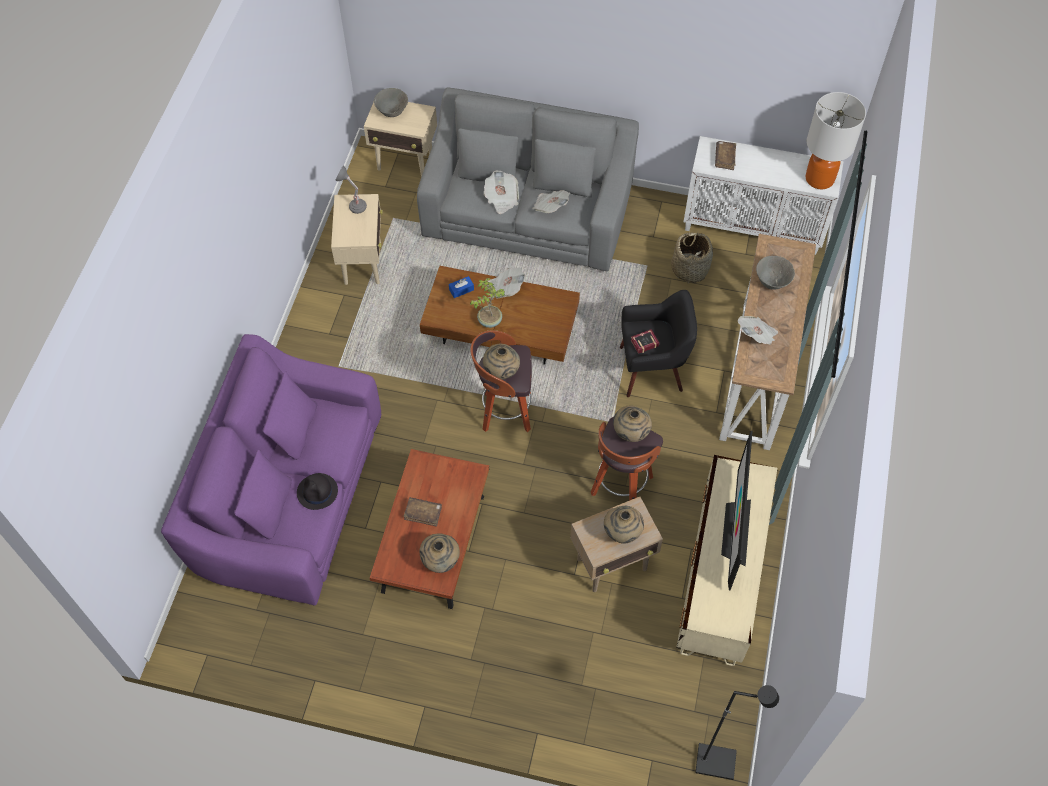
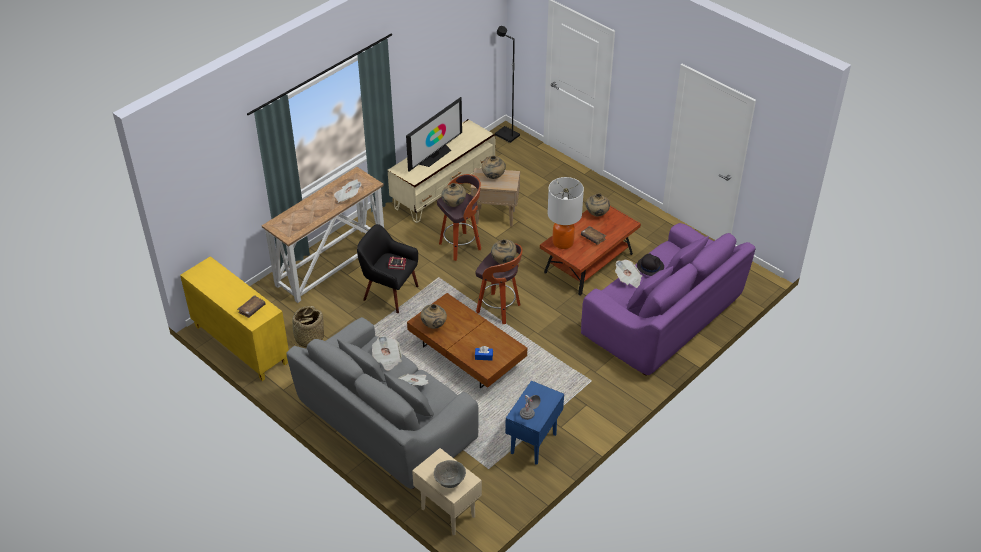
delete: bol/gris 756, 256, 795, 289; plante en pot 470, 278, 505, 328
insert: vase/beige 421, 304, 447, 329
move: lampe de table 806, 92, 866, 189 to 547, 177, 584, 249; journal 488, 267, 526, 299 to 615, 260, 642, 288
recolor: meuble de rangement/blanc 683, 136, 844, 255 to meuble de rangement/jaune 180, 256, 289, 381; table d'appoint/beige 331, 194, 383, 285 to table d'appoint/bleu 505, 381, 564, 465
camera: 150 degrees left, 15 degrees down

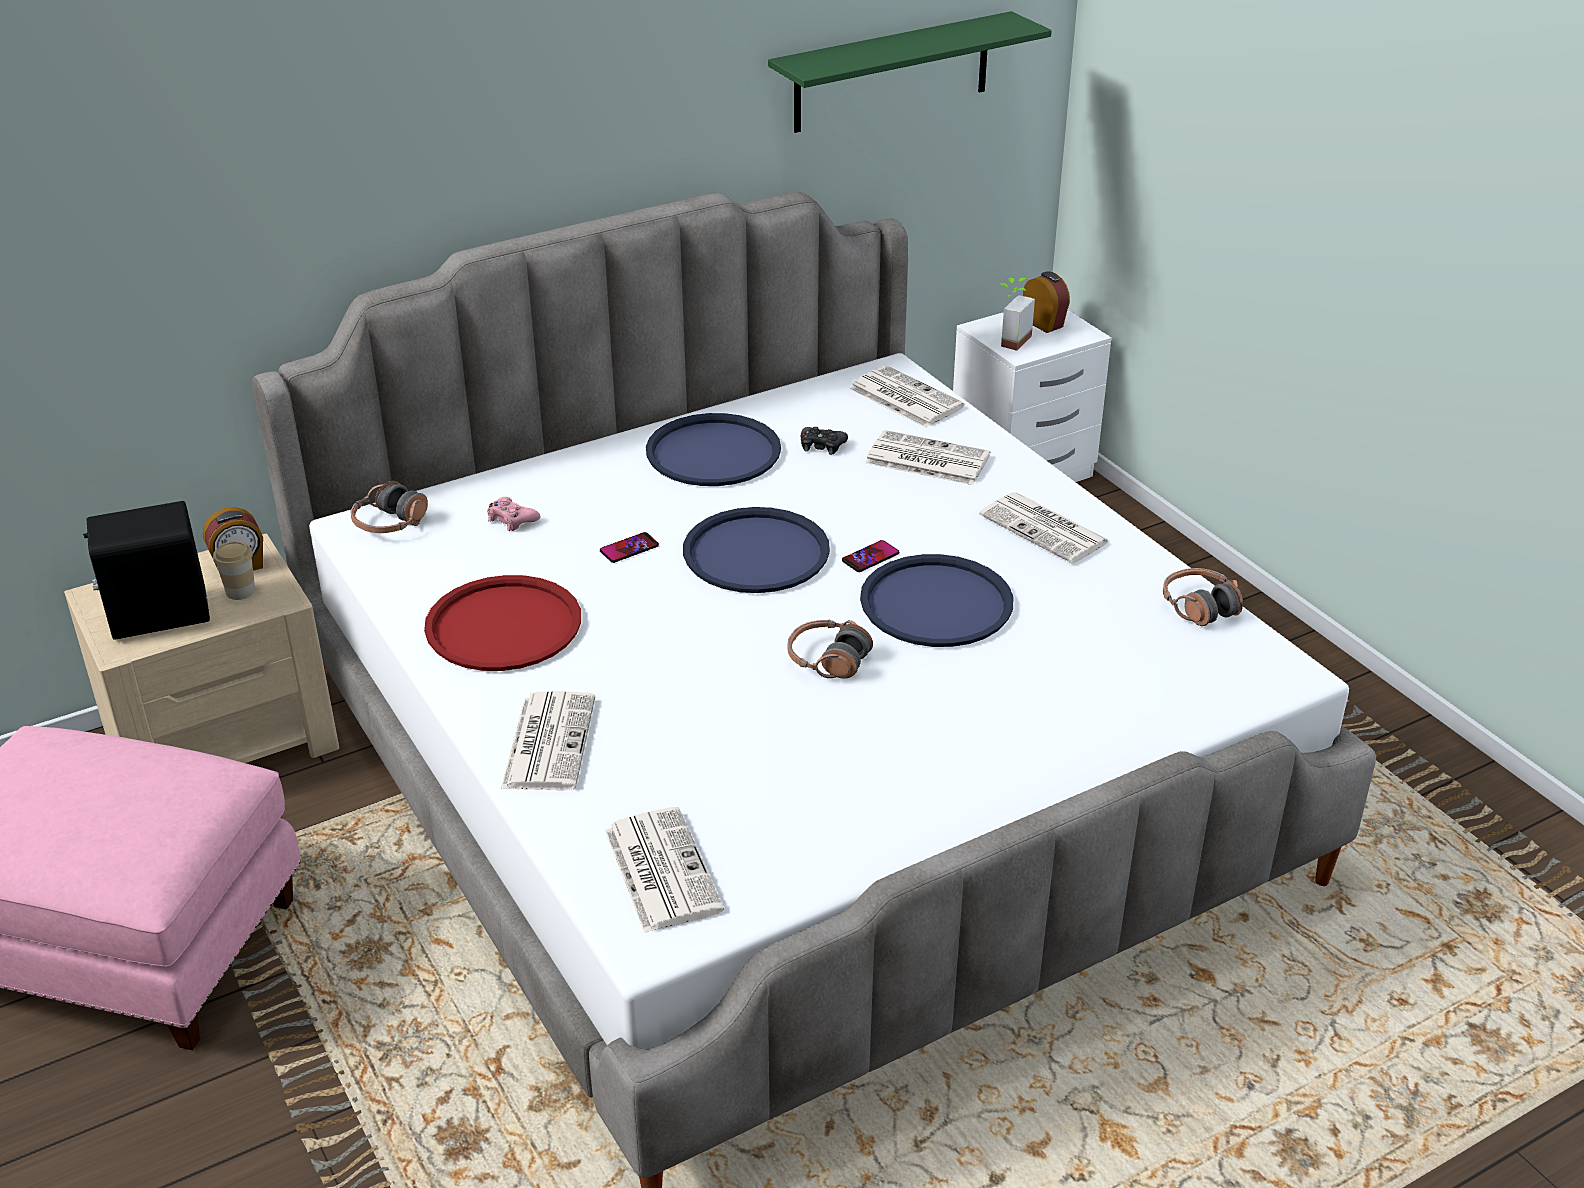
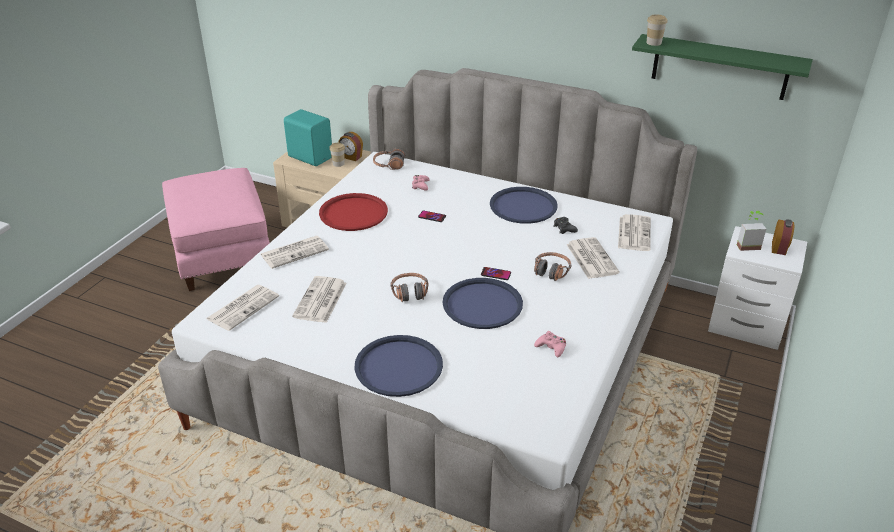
insert: tasse 647, 14, 668, 46; manette/rose 534, 331, 566, 357
move: journal 979, 492, 1111, 564 to 292, 276, 347, 323; plateau/bleu 683, 507, 830, 593 to 354, 335, 443, 397; casque audio 1163, 568, 1243, 626 to 534, 252, 571, 281
recolor: enceinte/noir 83, 501, 210, 639 to enceinte/turquoise 284, 109, 332, 166
camera: 55 degrees right, 0 degrees up

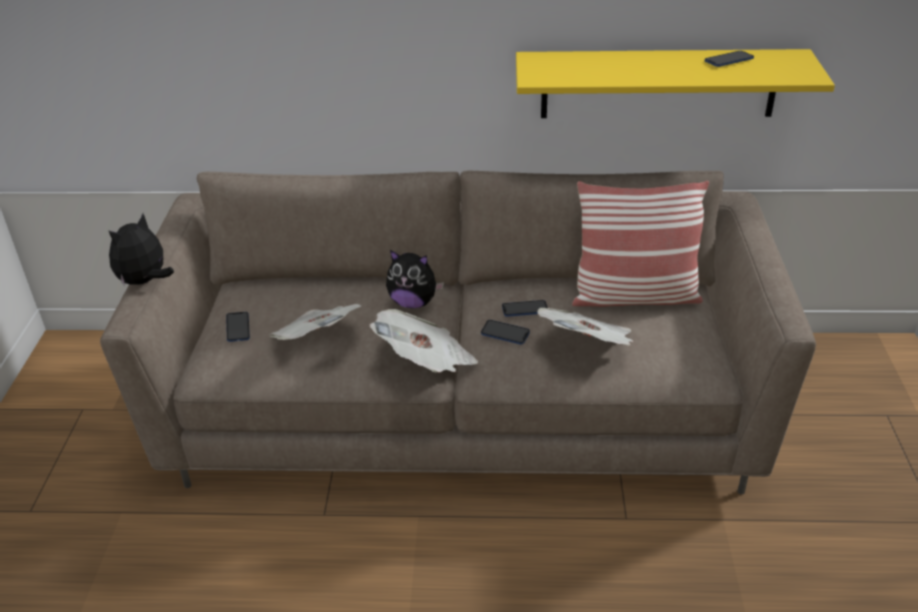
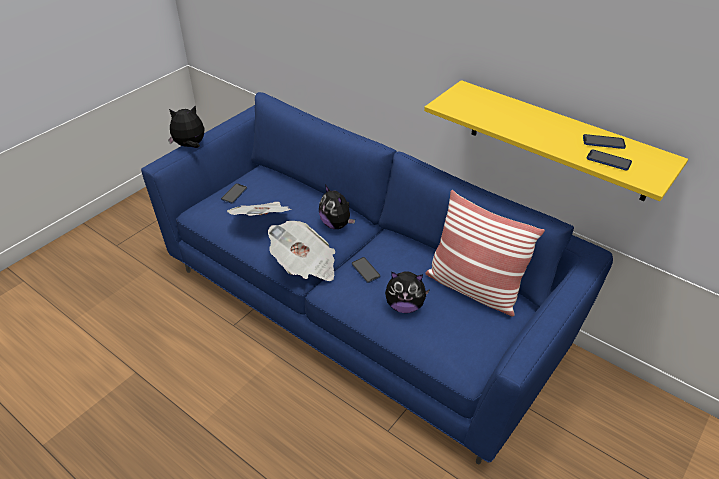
move: téléphone 502, 300, 548, 317 to 587, 150, 632, 171
replace: journal 537, 308, 633, 346 to peluche 385, 271, 430, 313
recolor: canapé/beige 100, 170, 816, 494 to canapé/bleu 141, 92, 613, 464
camera: 35 degrees right, 5 degrees up

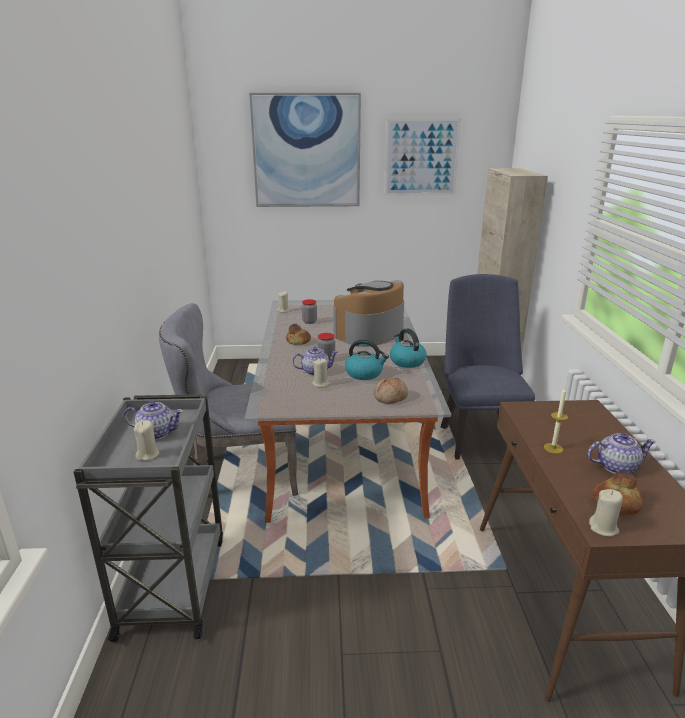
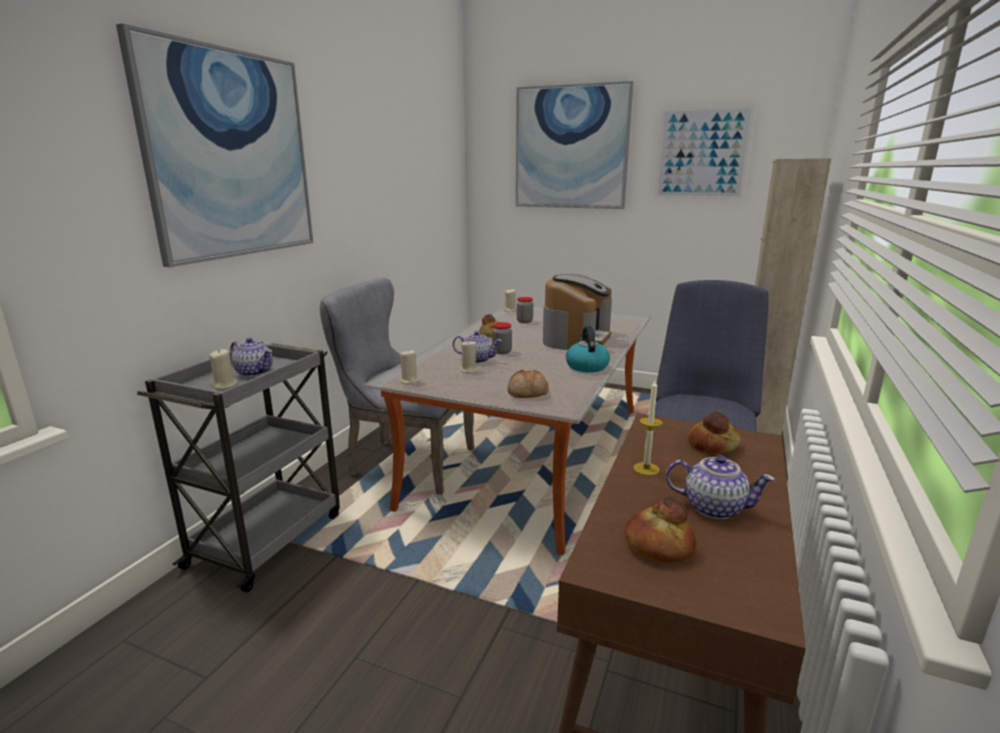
delete: bouilloire 345, 339, 389, 380
insert: tableau 116, 23, 313, 267; pain 688, 411, 741, 454
move: bougie/beige 589, 489, 623, 537 to 400, 350, 421, 384
rotate: machine à café 333, 280, 404, 347 = 543, 274, 612, 350 135 degrees clockwise
camera: 25 degrees right, 5 degrees down

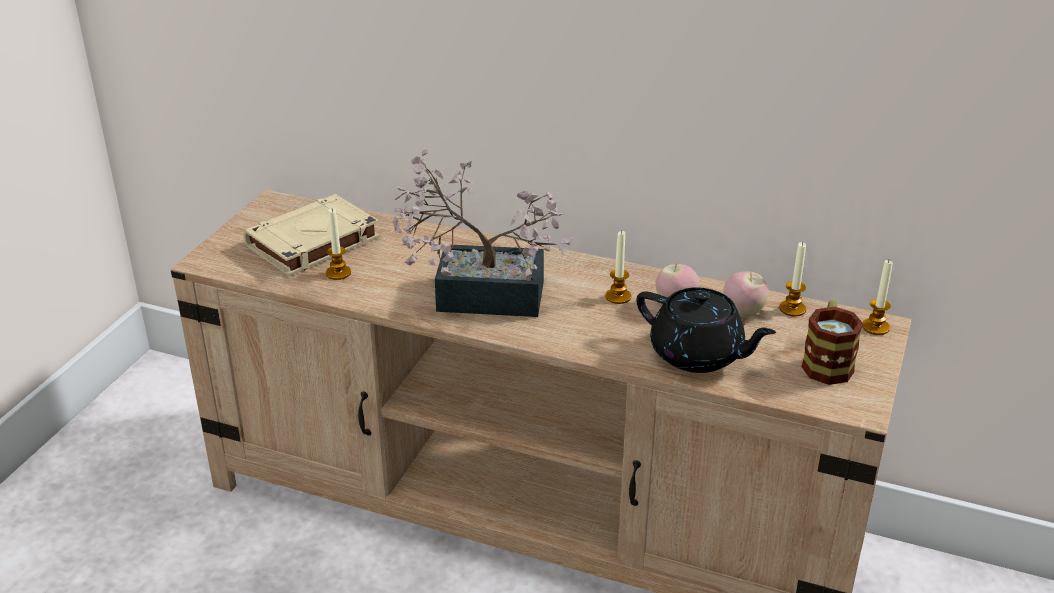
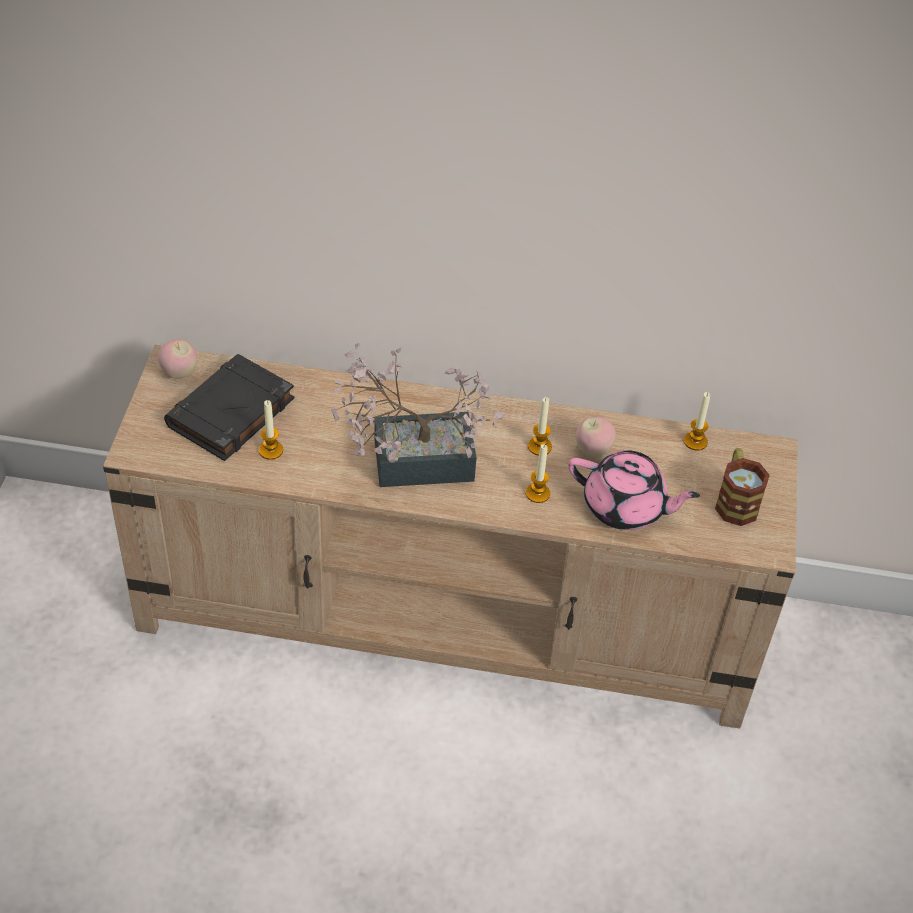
move: bougie 863, 260, 893, 335 to 526, 445, 550, 503; pomme 724, 271, 768, 317 to 158, 339, 197, 379
recolor: livre/beige 243, 194, 380, 276 to livre/noir 164, 354, 294, 461; théière/noir 637, 287, 776, 373 to théière/rose 568, 450, 700, 530
camera: 15 degrees left, 15 degrees up

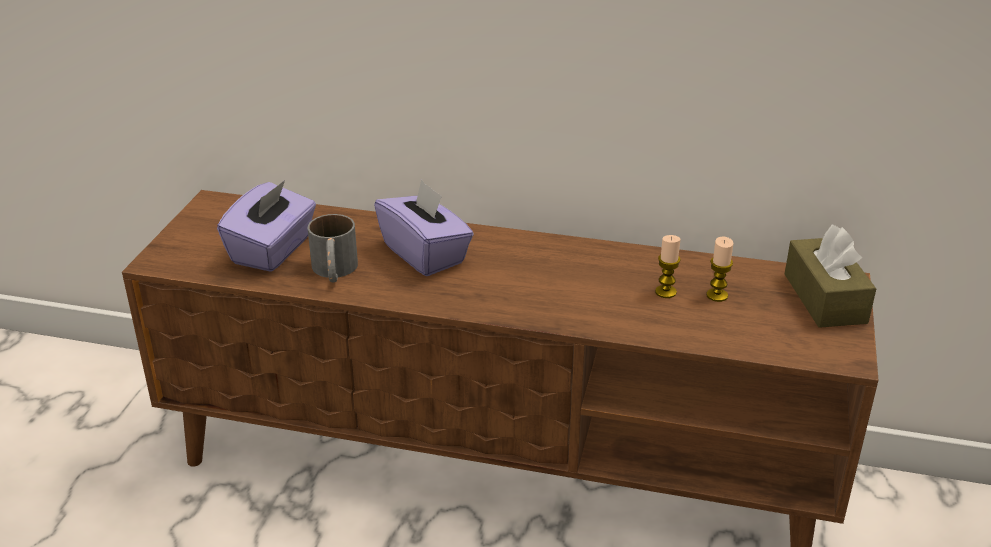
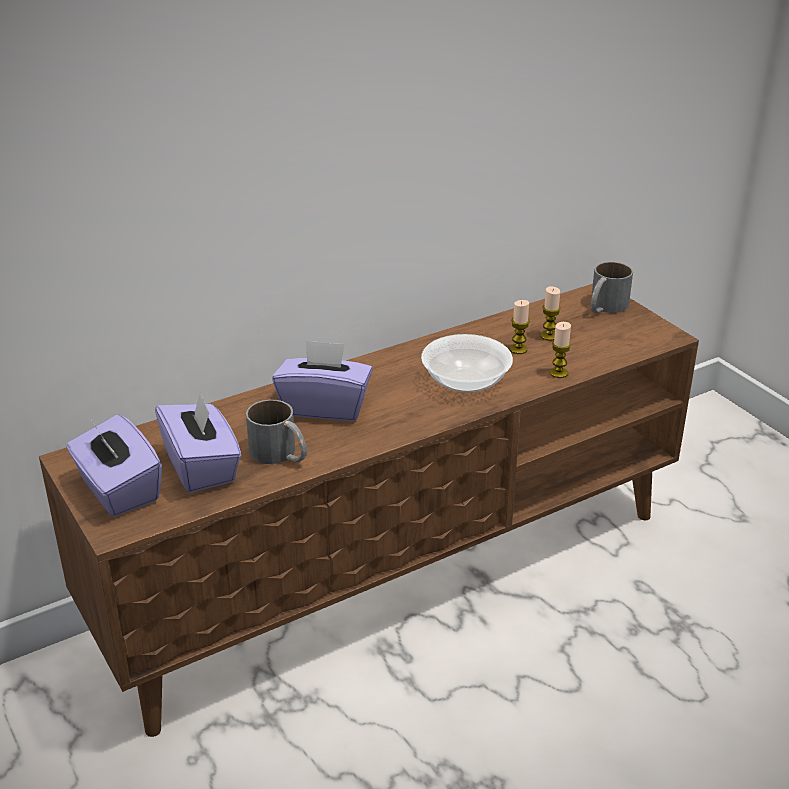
insert: bougie 549, 322, 571, 378; bol 421, 334, 513, 392; boîte à mouchoirs/violet 66, 415, 162, 517
replace: boîte à mouchoirs/marron 785, 225, 876, 328 to mug/gris 590, 262, 633, 313
camera: 45 degrees left, 0 degrees up

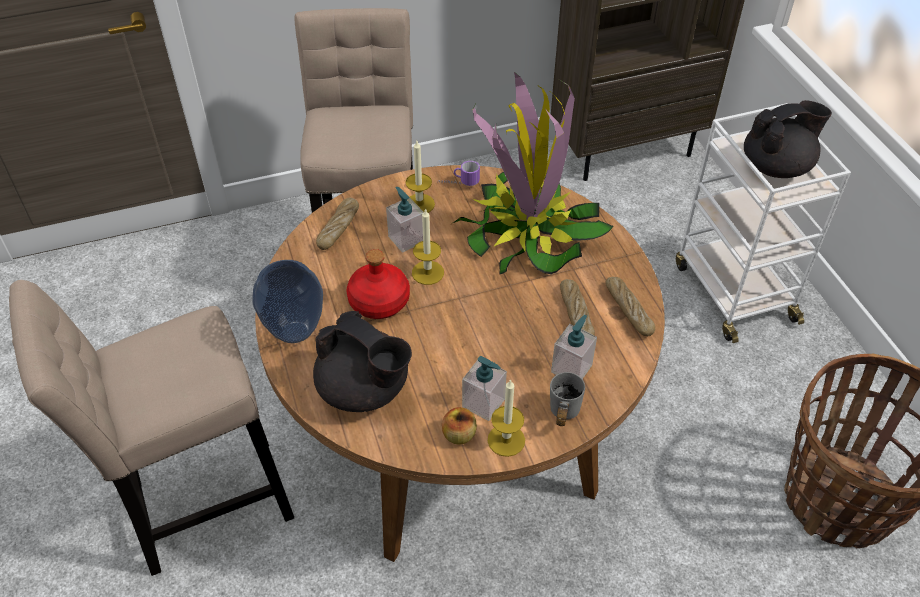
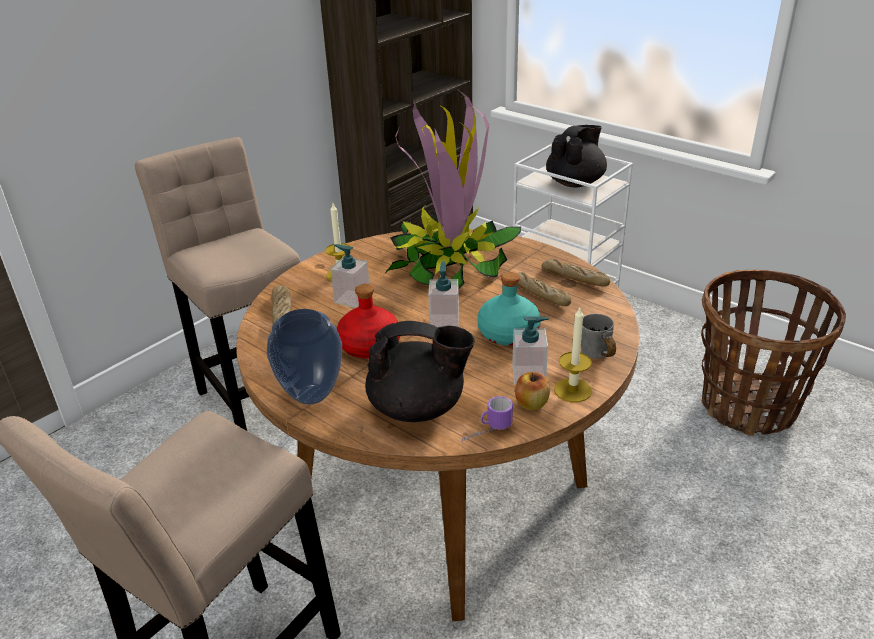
delete: bougie 412, 208, 444, 285
insert: bouteille/turquoise 477, 272, 541, 346
move: mug 438, 161, 480, 186 to 462, 396, 513, 441; distributeur de savon 551, 315, 597, 379 to 428, 261, 459, 327
camera: 30 degrees left, 15 degrees down

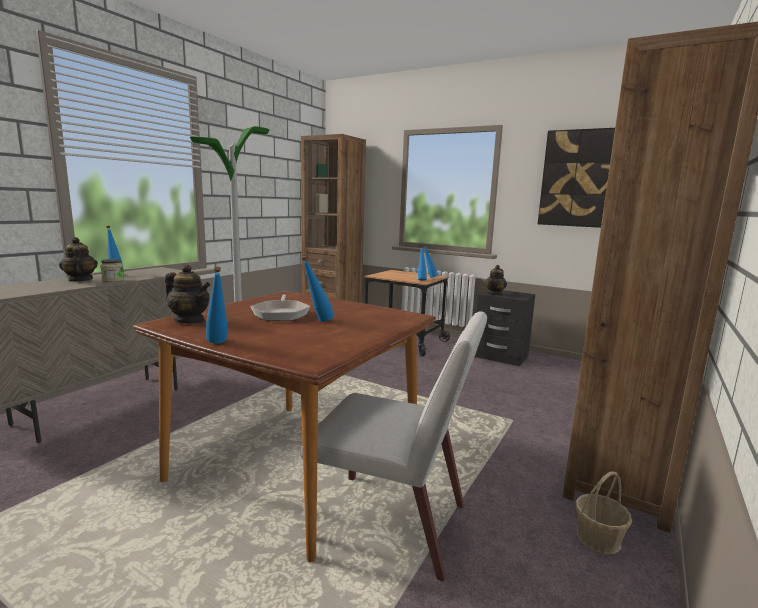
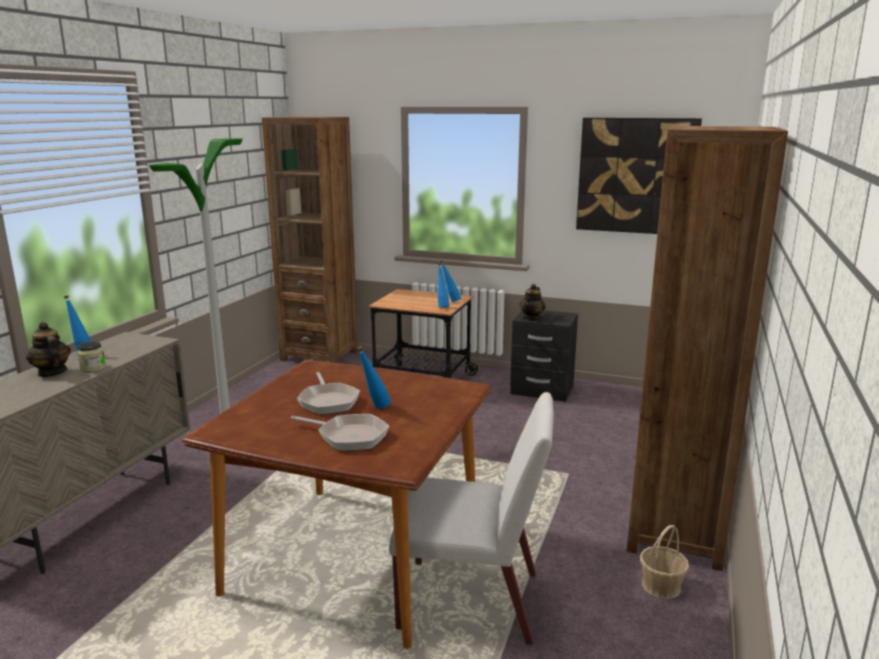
delete: théière 165, 264, 210, 323; bouteille/bleu 206, 267, 227, 344
insert: poêle 291, 414, 390, 451
camera: 10 degrees left, 5 degrees up

